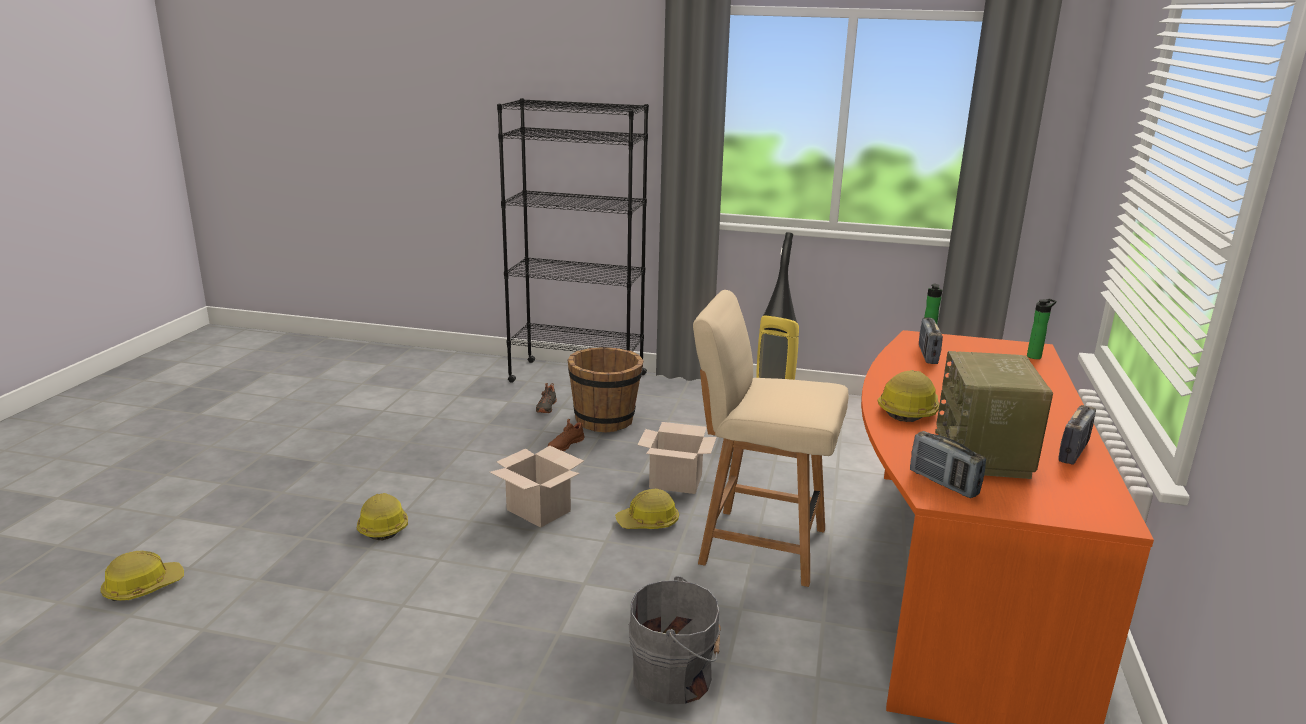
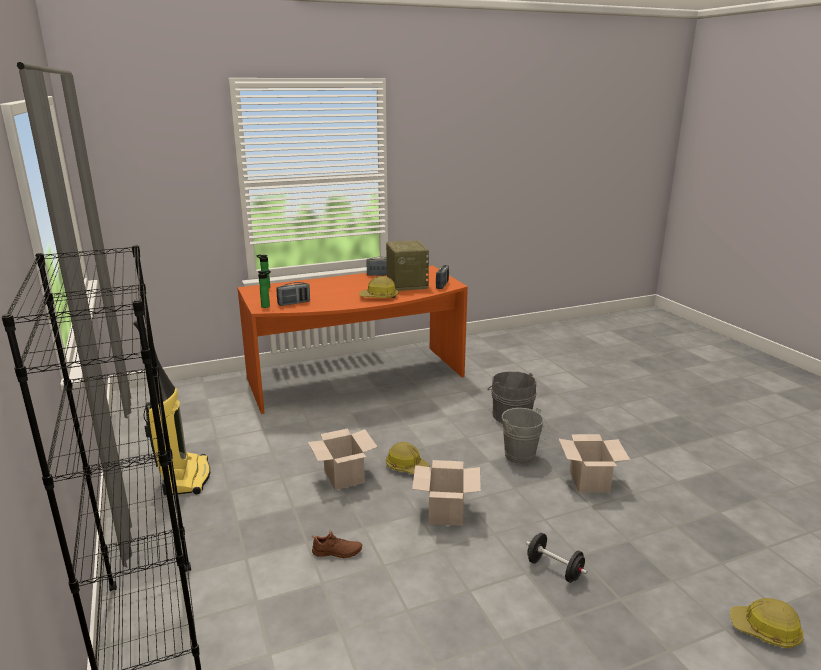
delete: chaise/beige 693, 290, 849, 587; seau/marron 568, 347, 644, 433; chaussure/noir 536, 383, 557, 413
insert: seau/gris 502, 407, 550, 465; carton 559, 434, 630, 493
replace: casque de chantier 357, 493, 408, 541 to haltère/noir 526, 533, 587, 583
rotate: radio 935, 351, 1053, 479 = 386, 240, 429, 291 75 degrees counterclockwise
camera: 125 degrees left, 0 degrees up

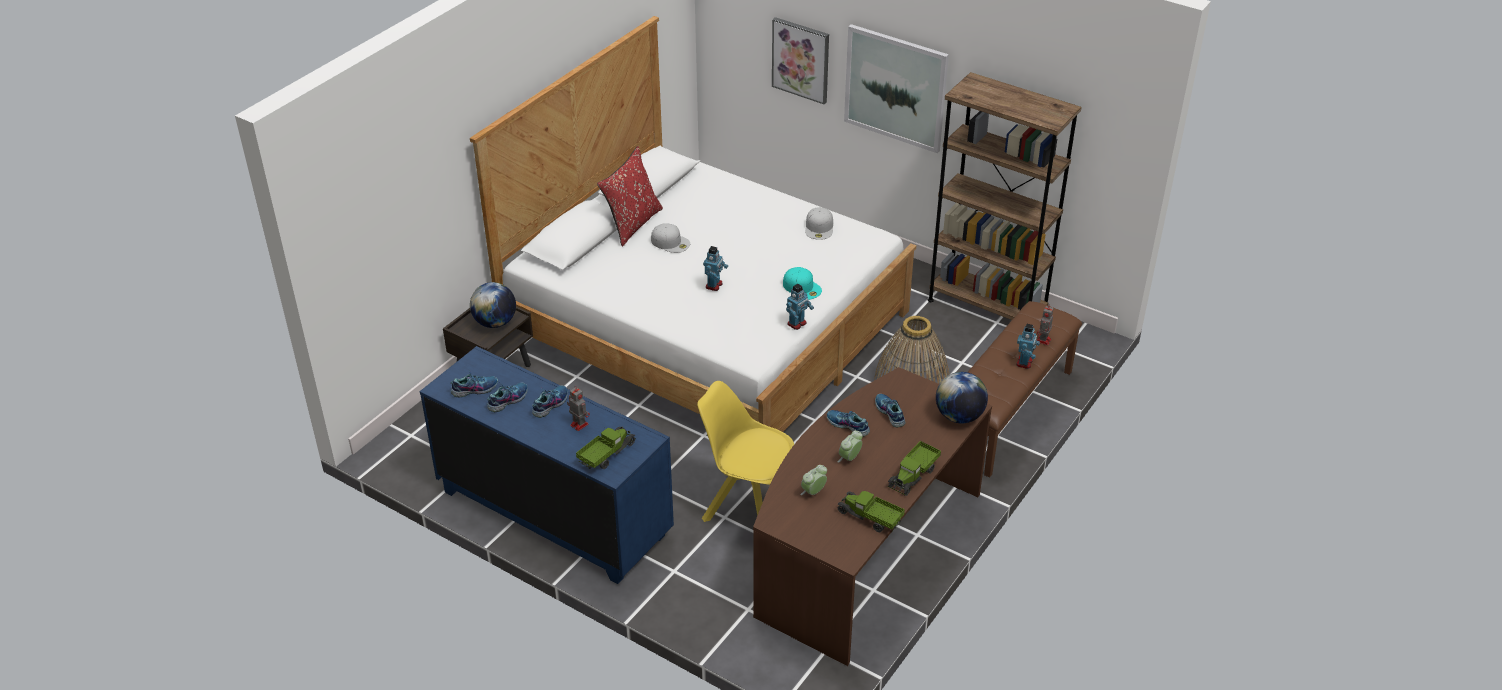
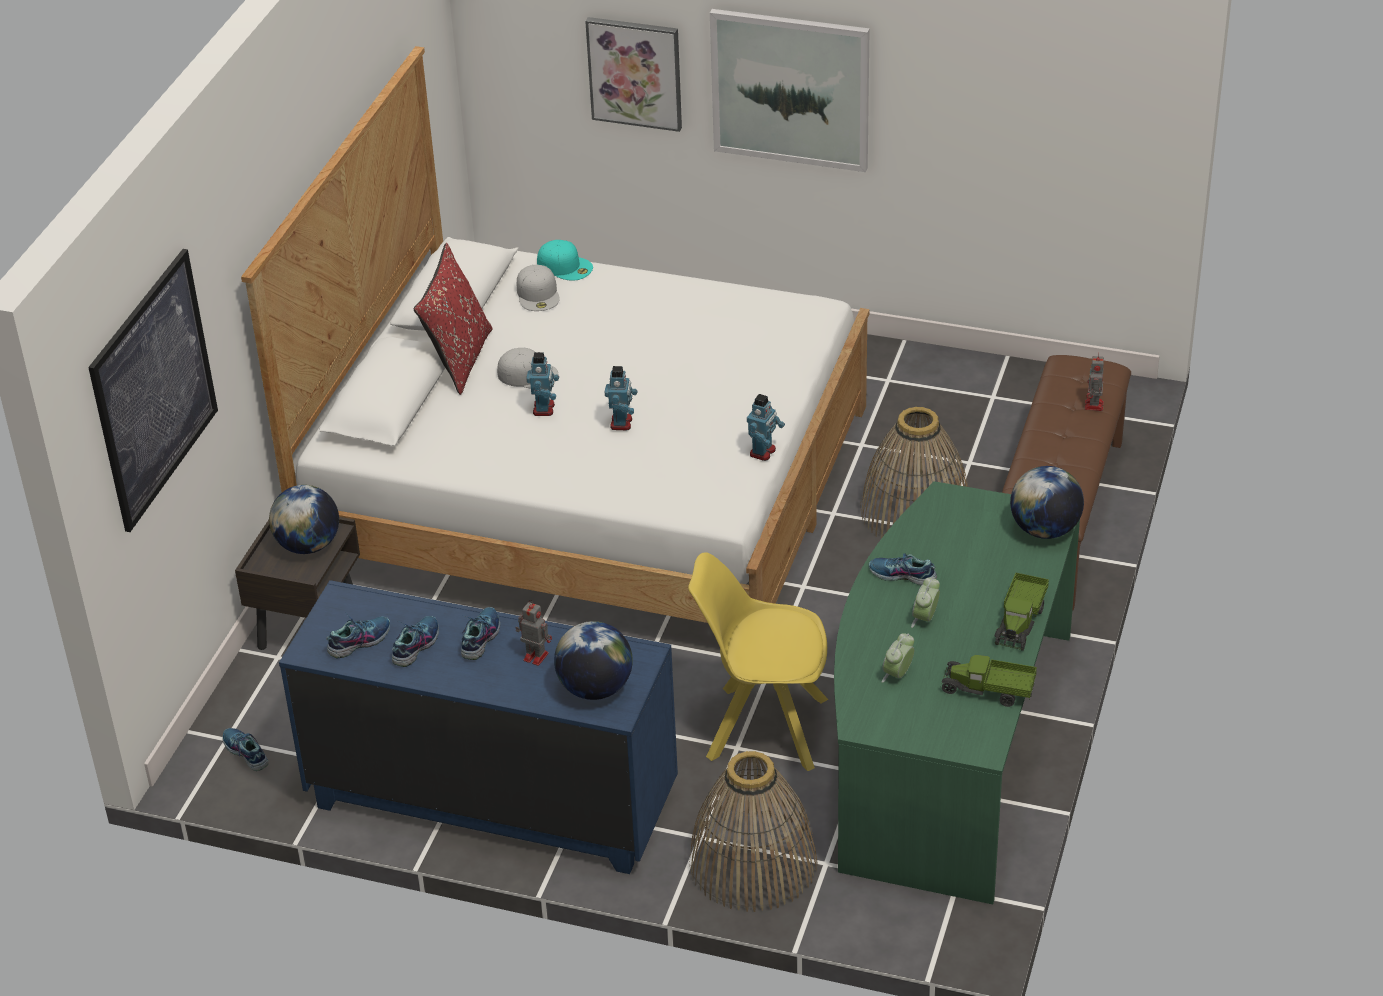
delete: bibliothèque/marron 928, 72, 1082, 320
insert: tableau 88, 249, 218, 532; panier 689, 751, 818, 912
move: casquette/blanc 805, 207, 833, 240 to 517, 265, 560, 311; casquette/turquoise 783, 267, 822, 300 to 537, 240, 593, 281; robot jouet 1016, 324, 1040, 369 to 526, 352, 559, 416; chaussure 875, 394, 905, 427 to 222, 728, 269, 771
replace: camion jouet 576, 427, 635, 469 to globe 554, 621, 633, 700
recolor: bureau/marron 753, 367, 992, 666 to bureau/vert 834, 481, 1080, 904
camera: 15 degrees left, 0 degrees up

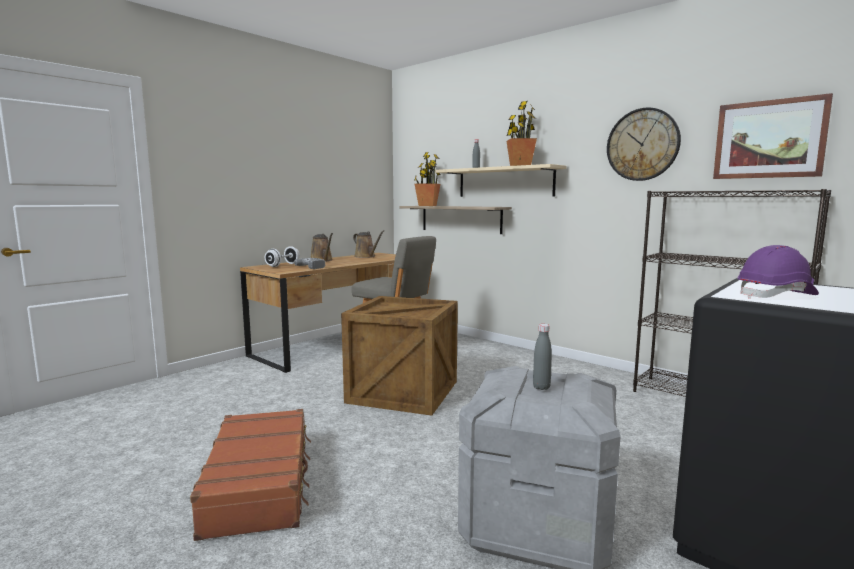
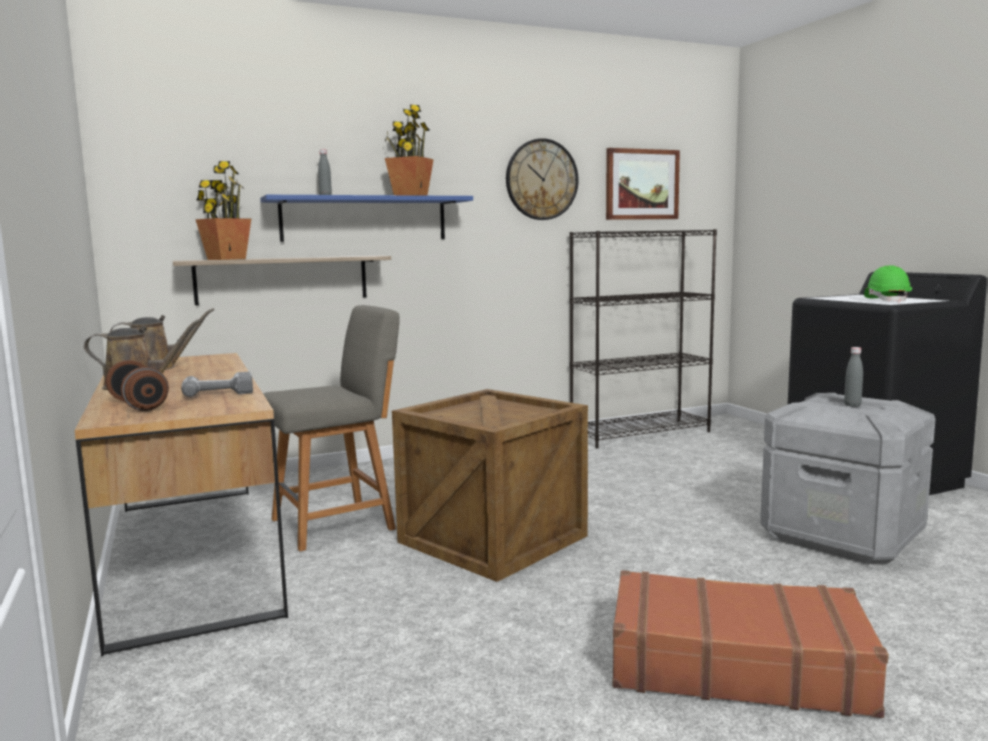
recolor: étagère/beige 435, 164, 567, 197 to étagère/bleu 260, 195, 473, 242; casque de chantier/violet 737, 245, 819, 299 to casque de chantier/vert 864, 265, 912, 303; haltère/blanc 265, 246, 300, 267 to haltère/marron 106, 360, 169, 411
camera: 65 degrees left, 0 degrees up

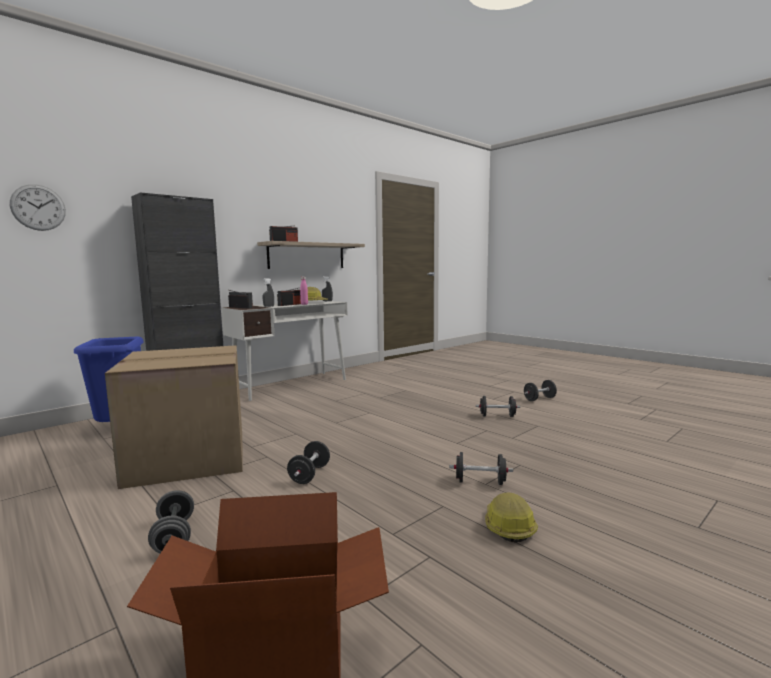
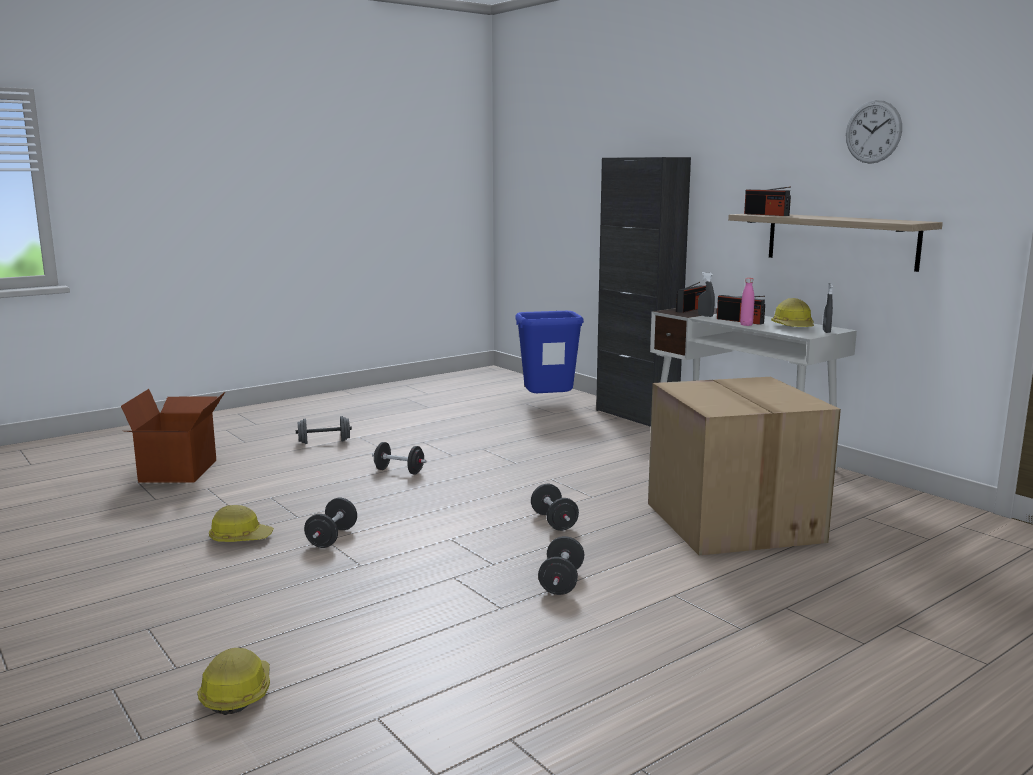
insert: casque de chantier 197, 648, 270, 715
move: horloge murale 10, 184, 66, 231 to 846, 100, 902, 164; carton 105, 345, 243, 489 to 648, 377, 841, 555; haltère/noir 524, 380, 557, 401 to 531, 484, 579, 531
camera: 95 degrees right, 5 degrees up

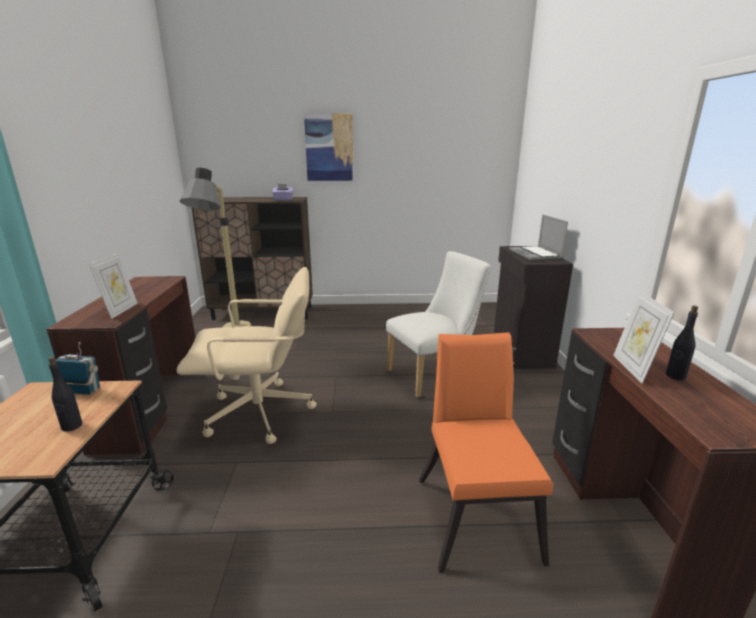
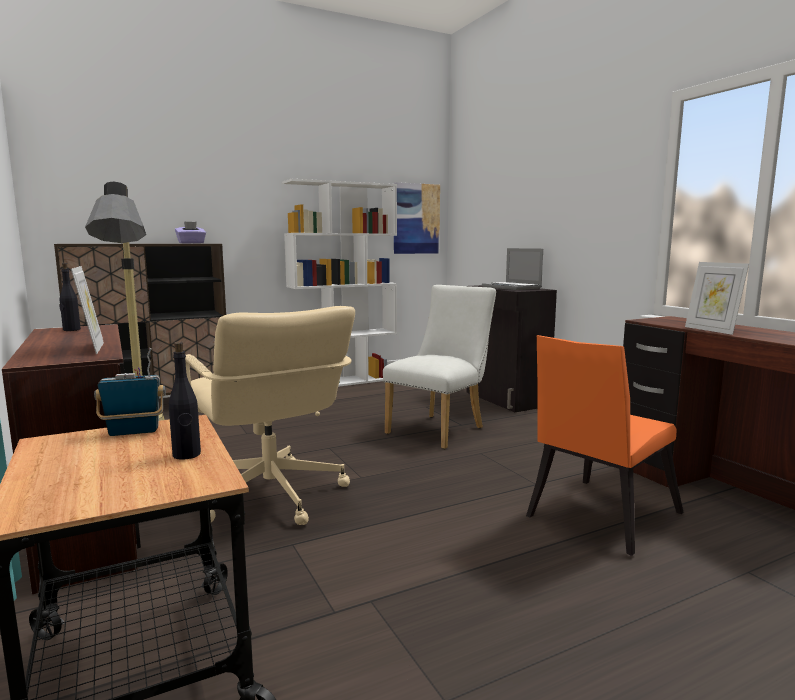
insert: bibliothèque/blanc 282, 179, 397, 387
move: tableau 304, 113, 354, 181 to 394, 182, 440, 254; bouteille/noir 666, 305, 698, 380 to 59, 263, 81, 331
rotate: chaise de bureau/beige 177, 267, 316, 444 = 185, 306, 355, 525 90 degrees clockwise; chaise/orange 419, 332, 553, 573 = 526, 335, 684, 556 105 degrees counterclockwise
camera: 25 degrees left, 10 degrees down

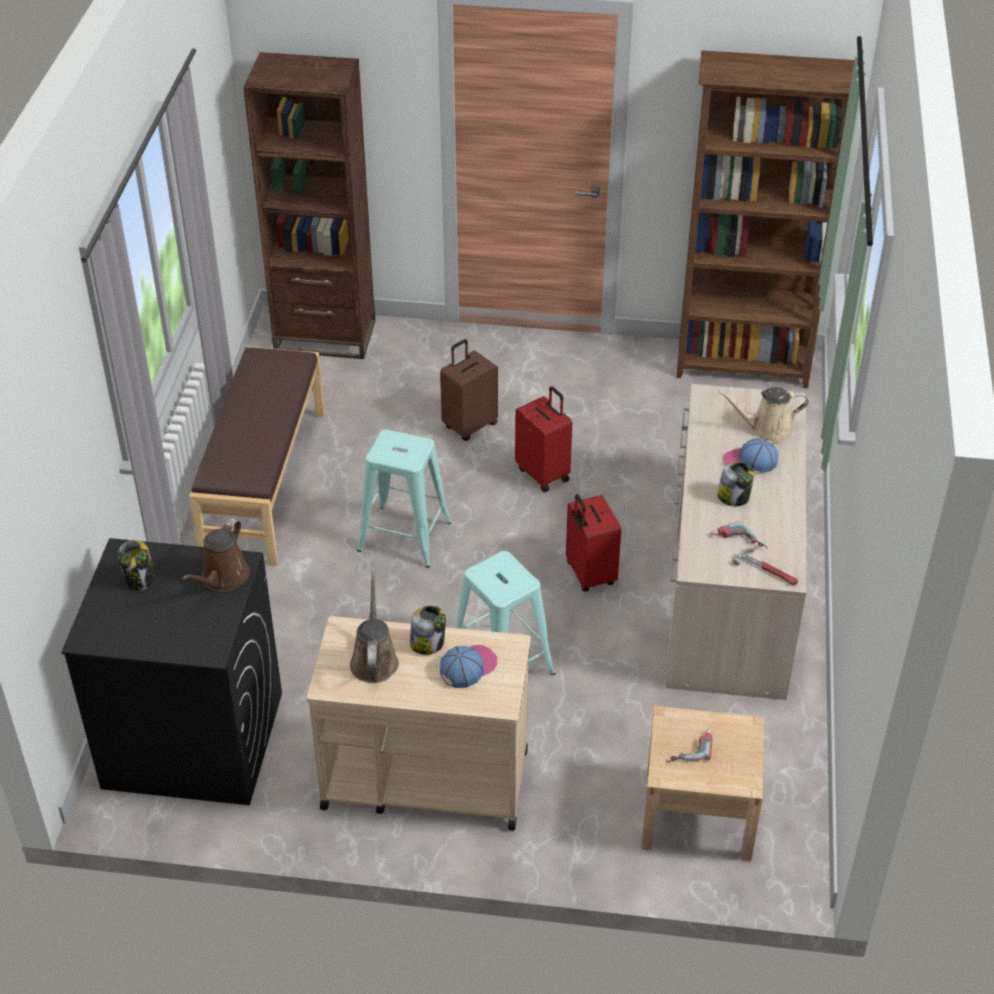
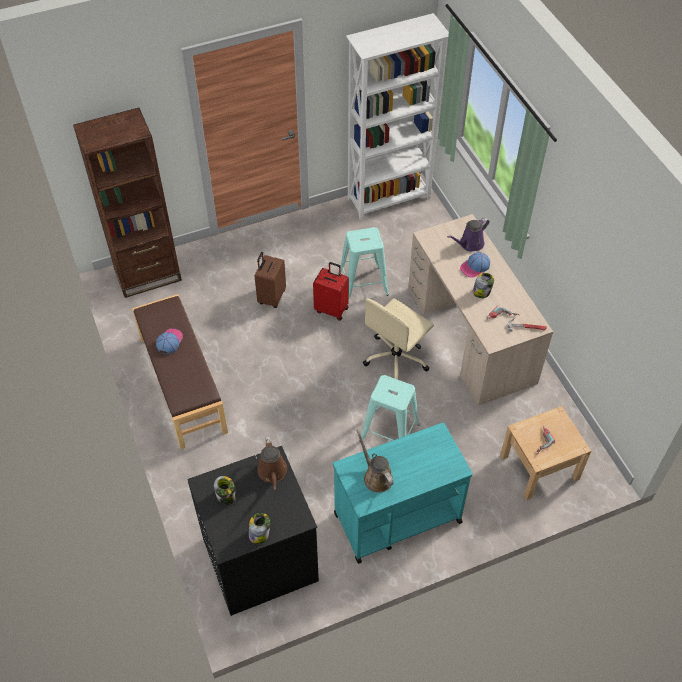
move: tabouret/turquoise 357, 429, 451, 568 to 338, 227, 389, 298; bocal 410, 606, 446, 655 to 249, 513, 270, 544; casquette 440, 645, 497, 688 to 156, 329, 183, 354
replace: valise/rouge 566, 494, 621, 592 to chaise de bureau/beige 363, 298, 434, 380
recolor: bibliothèque/marron 676, 50, 855, 389 to bibliothèque/blanc 346, 13, 449, 220; arrosoir/beige 718, 387, 809, 443 to arrosoir/violet 447, 218, 490, 251; chariot/beige 307, 616, 531, 831 to chariot/turquoise 333, 423, 473, 564
camera: 30 degrees left, 10 degrees up

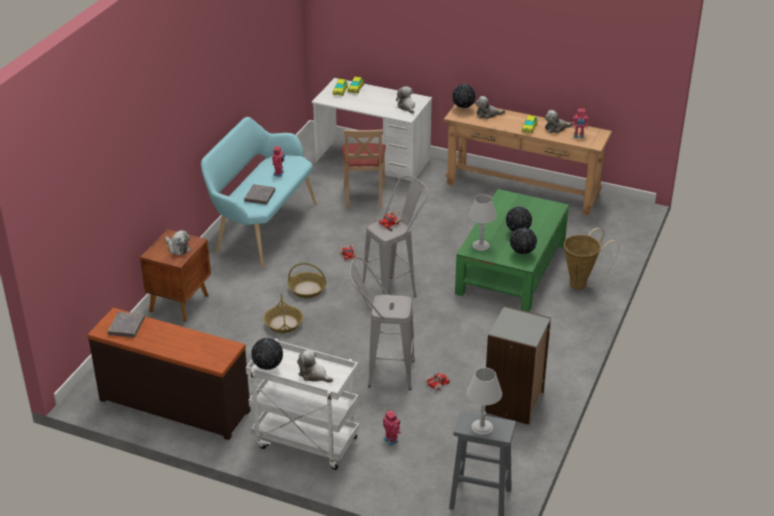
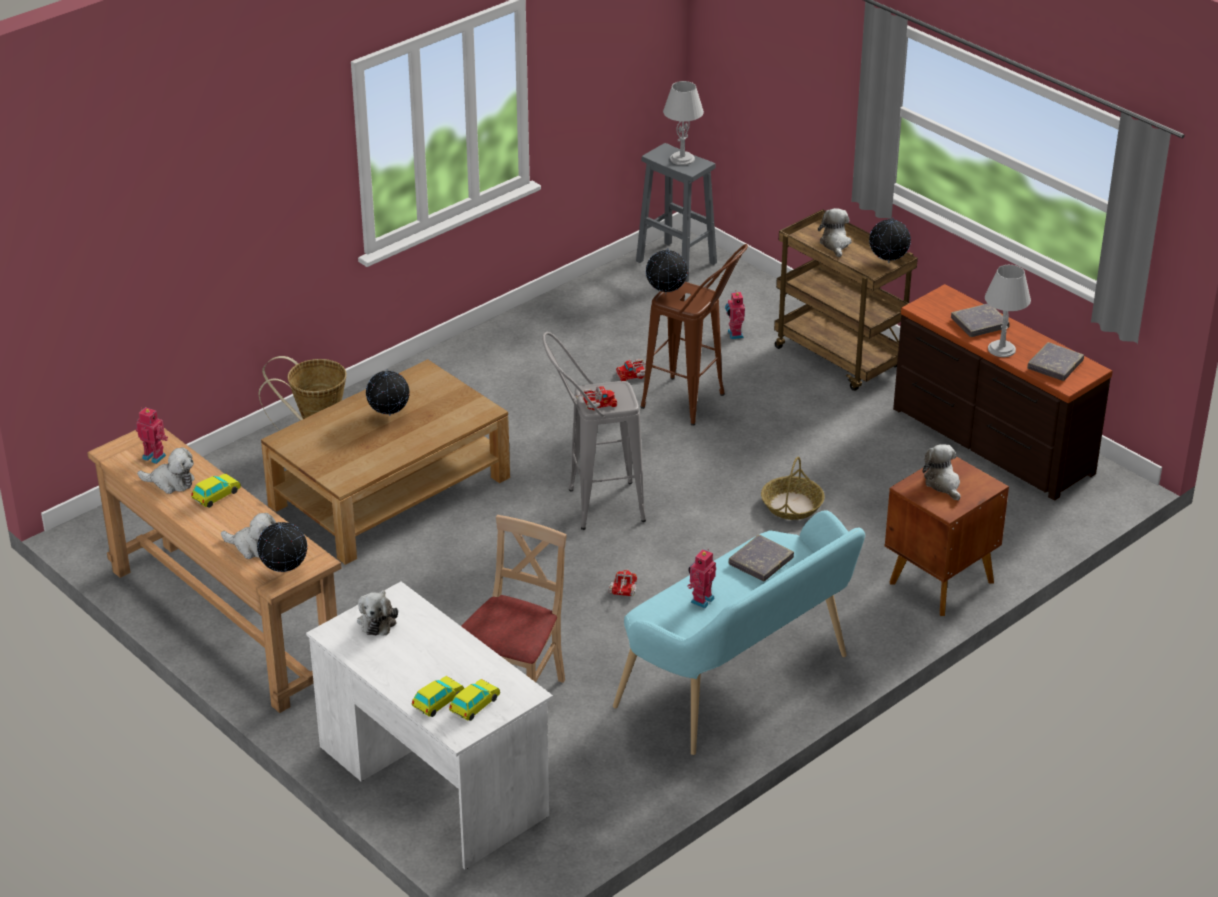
delete: panier 288, 263, 326, 298; bibliothèque/gris 485, 306, 551, 425
insert: livre/gris 951, 303, 1010, 337
move: lampe de table/gris 468, 194, 497, 251 to 985, 265, 1031, 357; globe 510, 226, 537, 255 to 646, 248, 688, 295
recolor: table basse/vert 455, 189, 569, 312 to table basse/marron 261, 359, 510, 565; tabouret/gris 349, 257, 415, 390 to tabouret/marron 641, 244, 748, 426; chariot/blanc 246, 339, 359, 470 to chariot/marron 774, 209, 918, 391
rotate: peluche 297, 349, 333, 383 = 818, 208, 852, 257 150 degrees counterclockwise
camera: 155 degrees left, 0 degrees up

